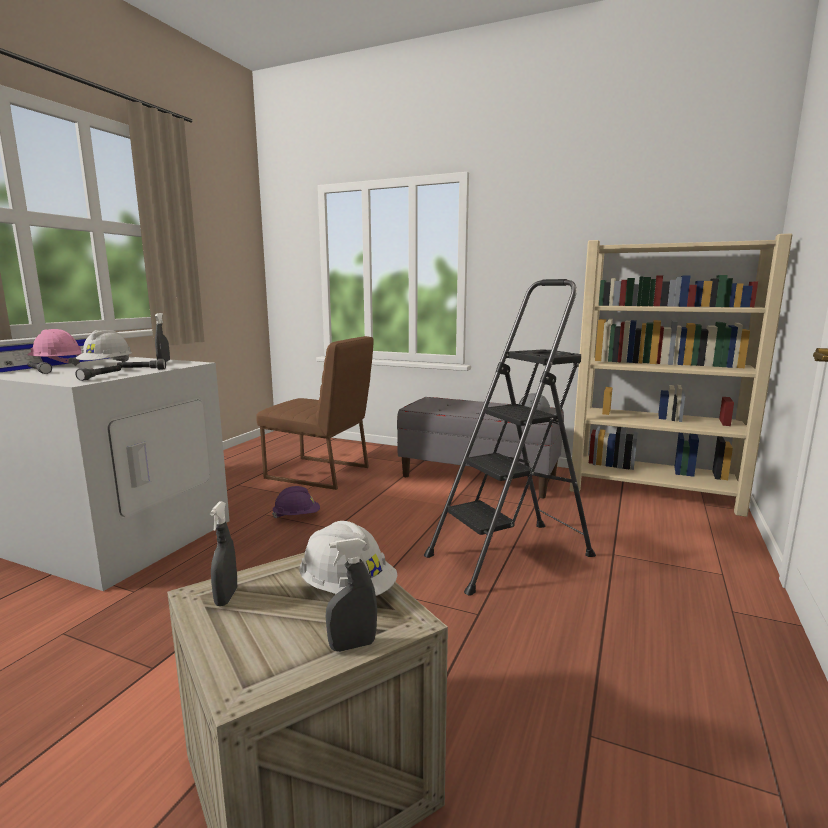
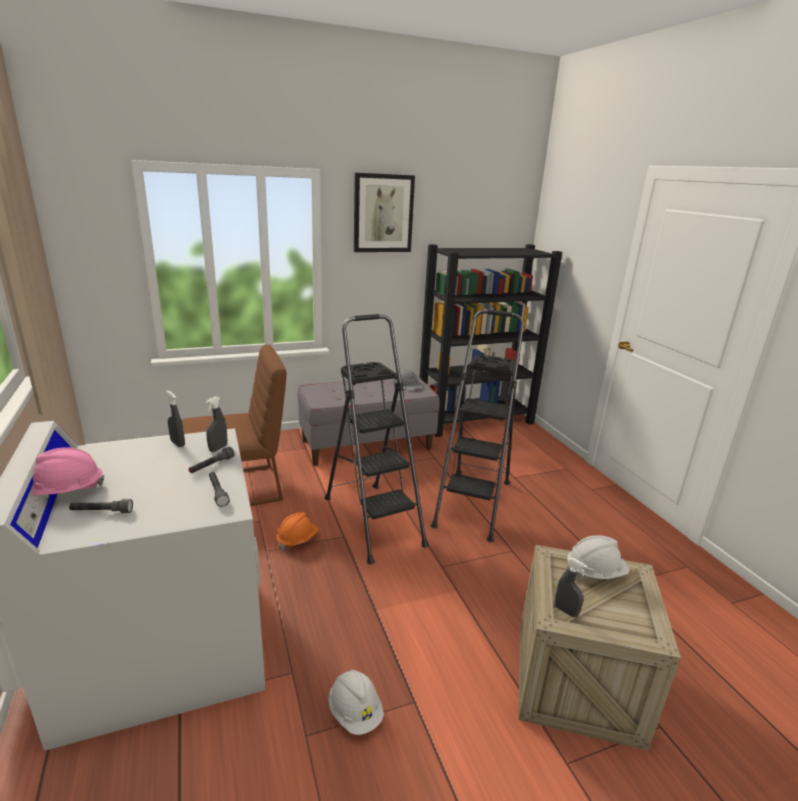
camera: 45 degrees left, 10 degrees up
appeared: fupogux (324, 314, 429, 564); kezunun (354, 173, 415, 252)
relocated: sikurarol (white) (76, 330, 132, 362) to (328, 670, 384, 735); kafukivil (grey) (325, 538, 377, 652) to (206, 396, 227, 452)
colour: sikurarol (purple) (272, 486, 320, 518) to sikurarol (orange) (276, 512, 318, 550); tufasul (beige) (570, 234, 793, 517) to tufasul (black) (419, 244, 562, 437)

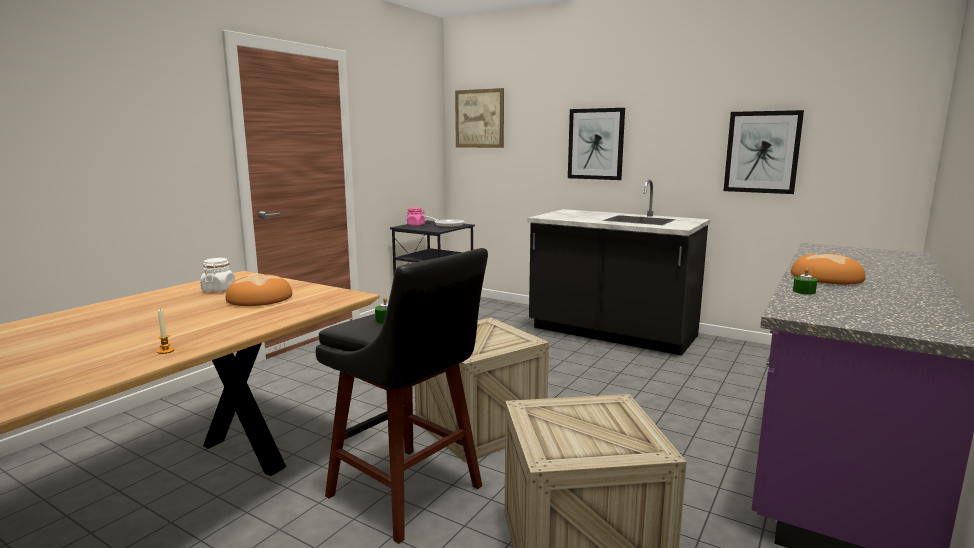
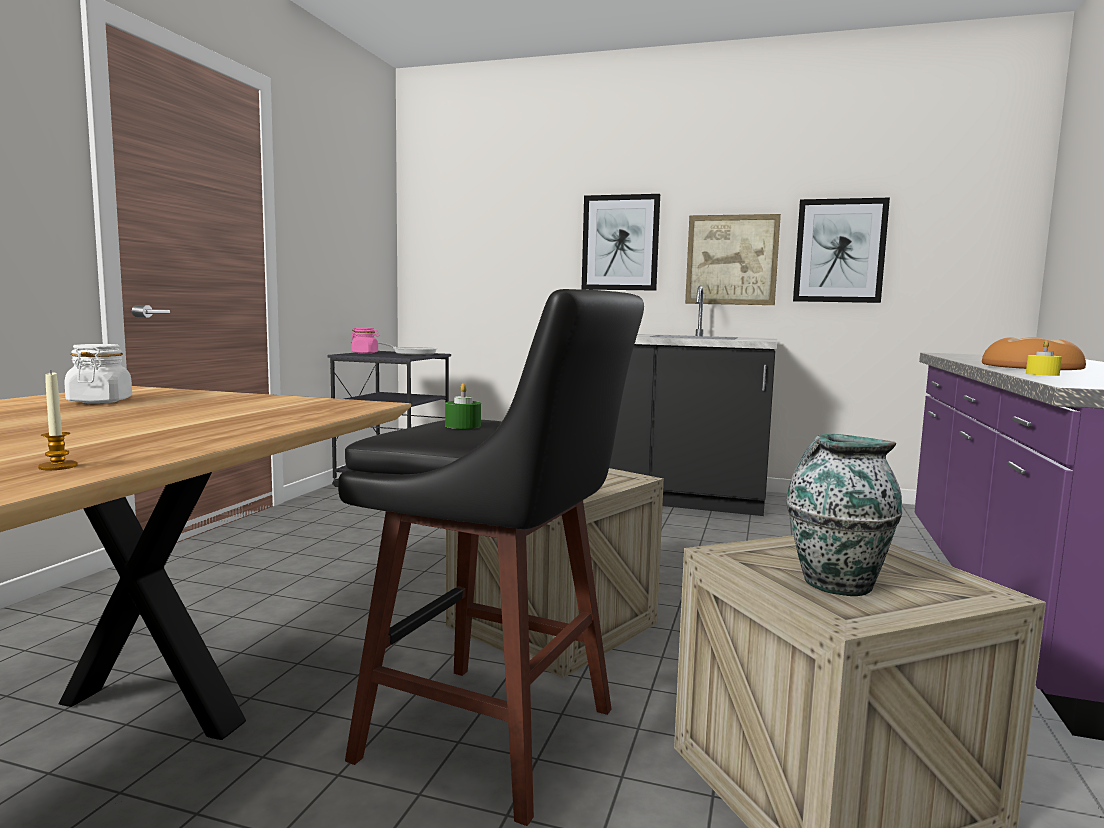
camera: 15 degrees left, 5 degrees down
missing: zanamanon (226, 274, 292, 306)
appeared: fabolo (786, 434, 903, 596)
relocated: kezunun (455, 88, 504, 148) to (685, 214, 781, 305)
colour: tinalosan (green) (793, 268, 817, 295) to tinalosan (yellow) (1026, 340, 1062, 376)

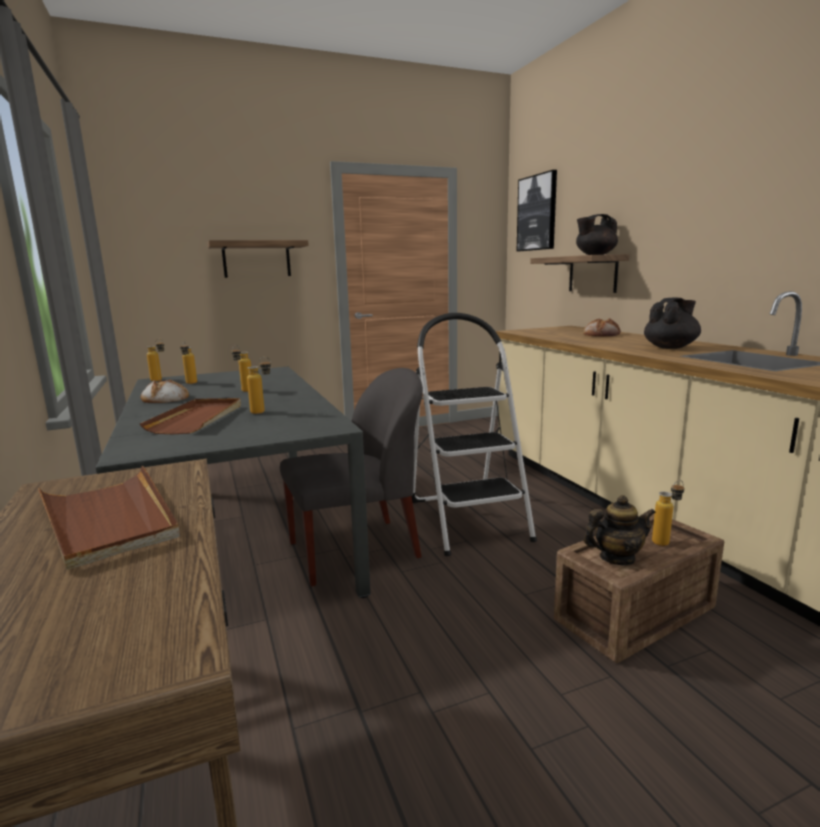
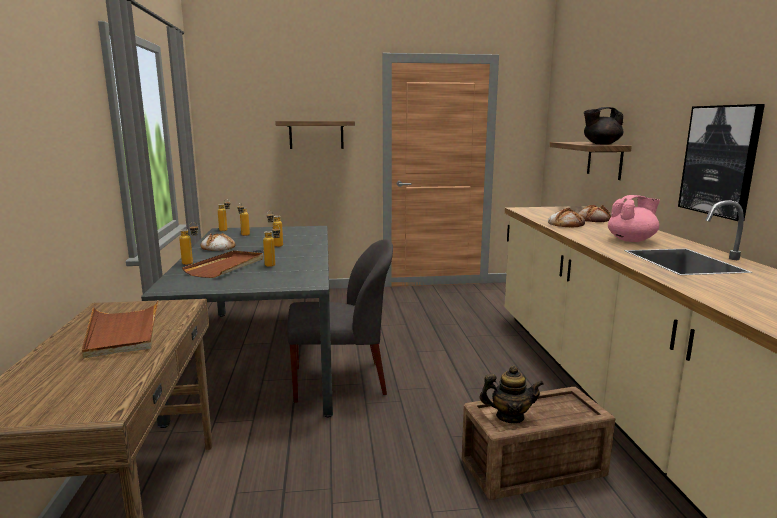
camera: 15 degrees right, 0 degrees up
missing: fupogux (412, 313, 537, 556)
appeared: zanamanon (548, 208, 585, 227)
relocated: kezunun (517, 170, 557, 251) to (678, 104, 765, 221); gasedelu (652, 480, 684, 546) to (179, 222, 198, 265)
colour: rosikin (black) (644, 298, 701, 349) to rosikin (pink) (608, 195, 660, 242)

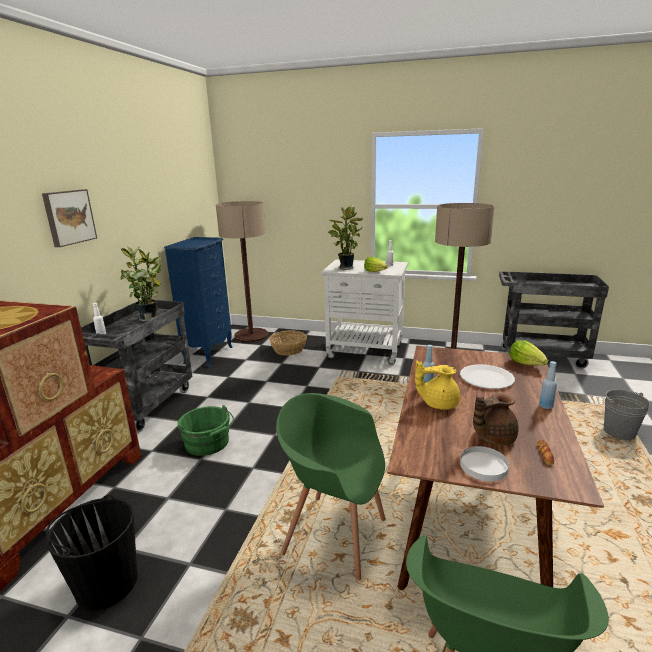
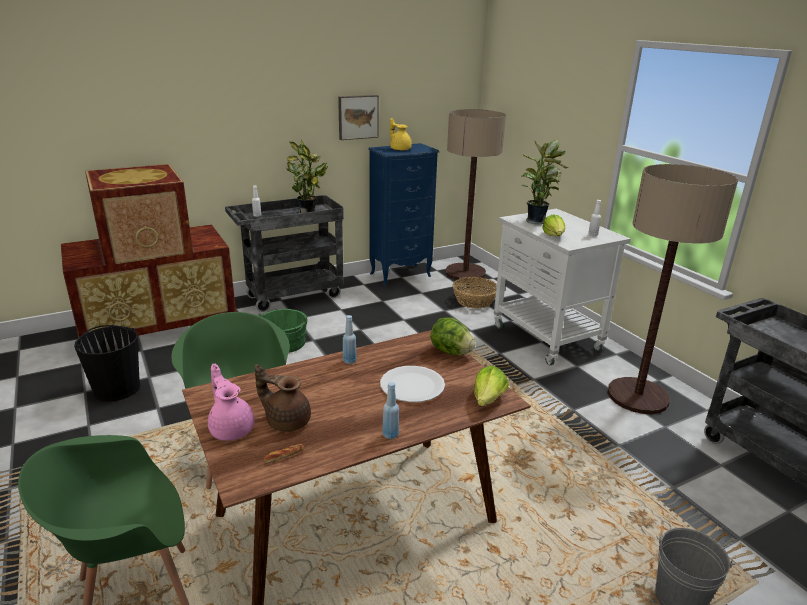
camera: 45 degrees right, 5 degrees up
appeared: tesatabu (430, 317, 476, 356)
relocated: kezunun (42, 189, 97, 247) to (338, 95, 379, 140); rosikin (yellow) (415, 360, 460, 410) to (390, 118, 412, 151)
exchanged: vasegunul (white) (460, 446, 509, 481) to rosikin (pink) (208, 364, 255, 441)

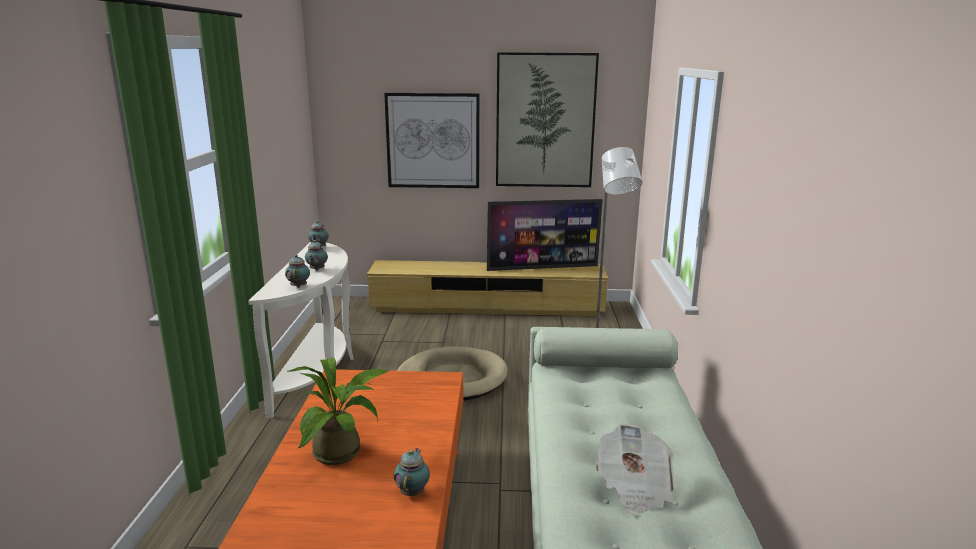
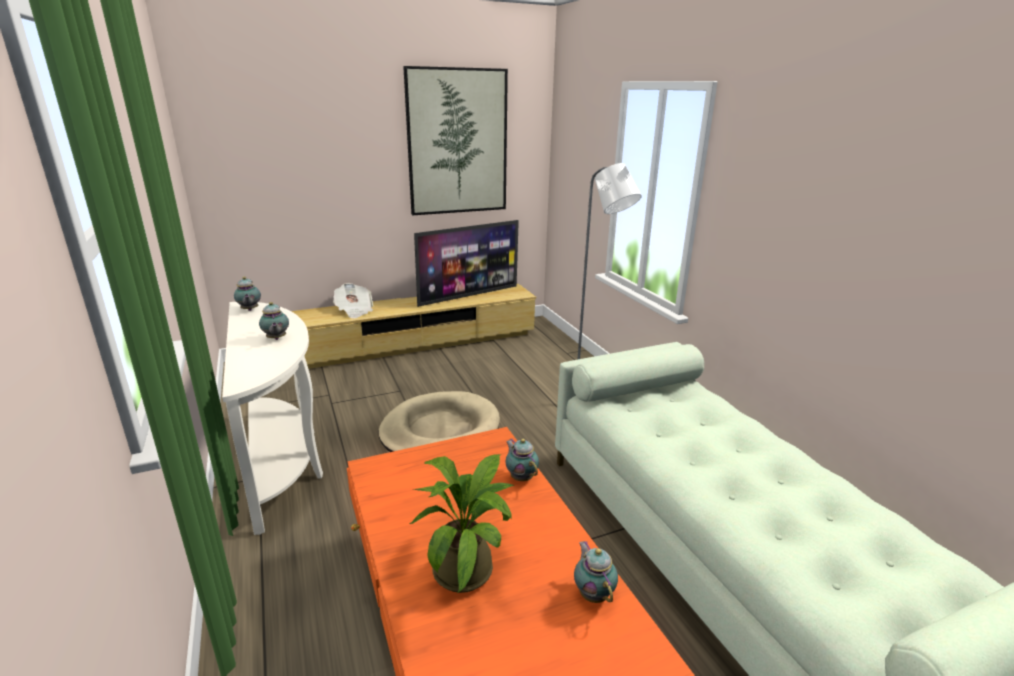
camera: 25 degrees left, 5 degrees up
missing: kezunun (384, 93, 480, 188)
relocated: rosikin (285, 255, 310, 288) to (506, 439, 539, 481); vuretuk (596, 423, 675, 515) to (333, 283, 373, 319)

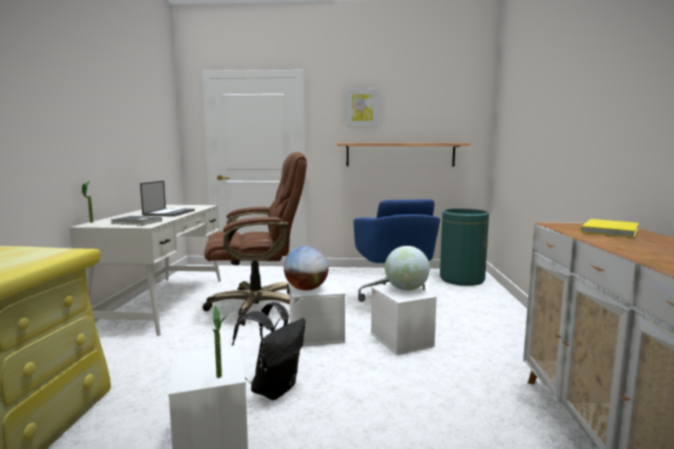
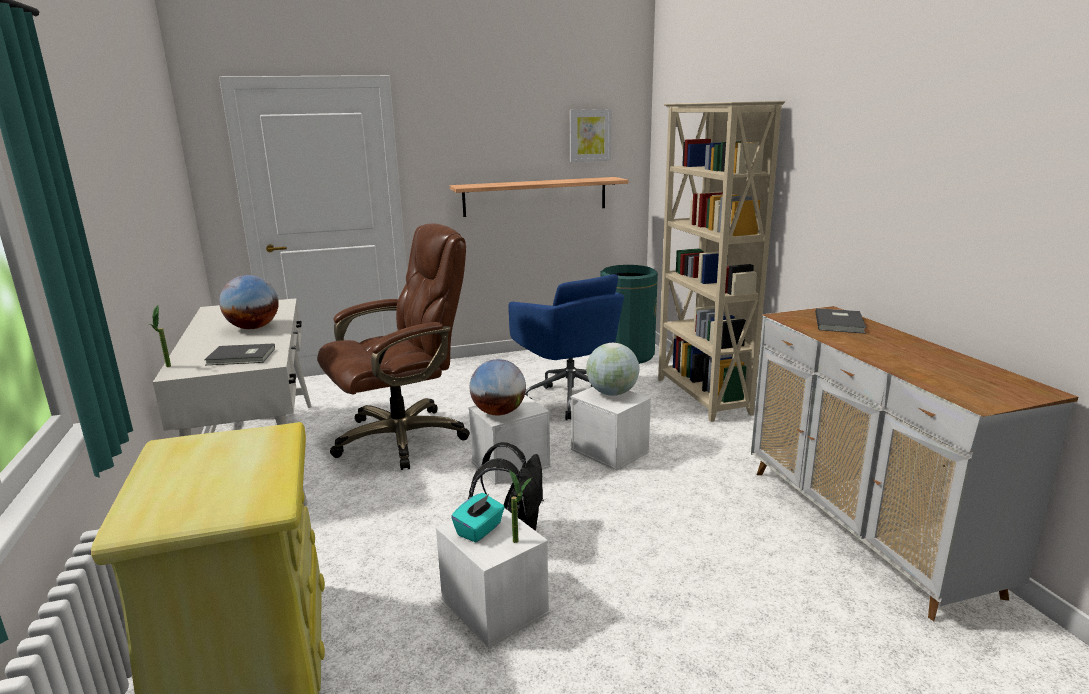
camera: 20 degrees left, 10 degrees up
appeared: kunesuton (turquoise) (451, 493, 505, 542); tufasul (beige) (658, 101, 785, 422)
relocated: kezunun (347, 89, 379, 127) to (570, 109, 612, 162)
exchanged: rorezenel (140, 181, 195, 217) to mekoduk (219, 275, 279, 329)
colour: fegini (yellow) (580, 219, 639, 238) to fegini (grey) (815, 308, 866, 334)

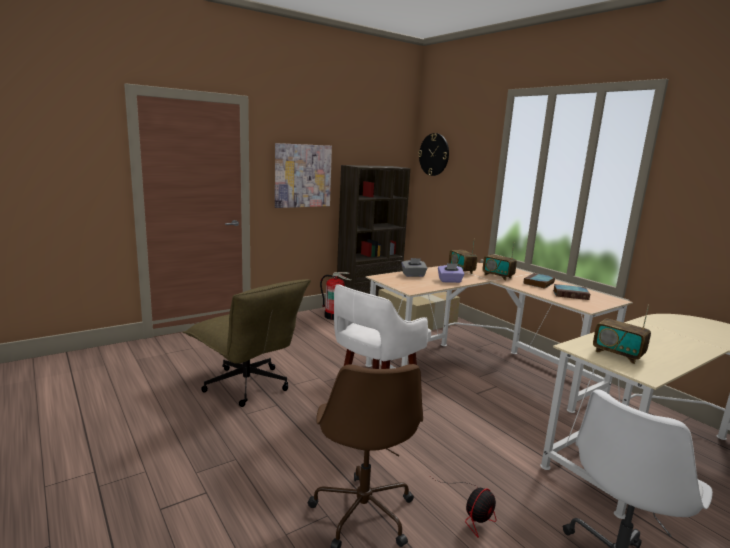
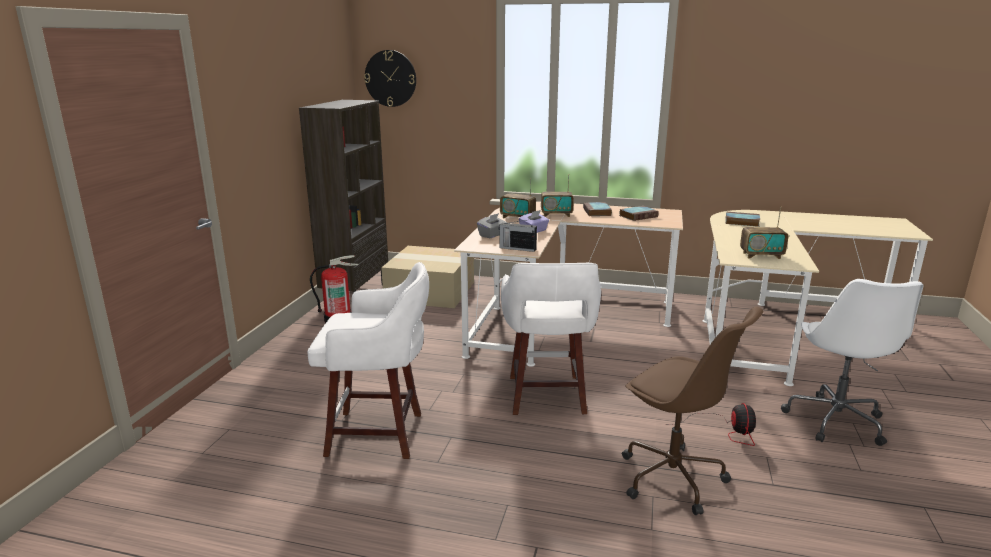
camera: 40 degrees left, 5 degrees up
missing: kezunun (275, 143, 332, 208)
appeared: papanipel (499, 219, 537, 252); fegini (725, 212, 760, 227)
exchanged: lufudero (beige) (183, 279, 311, 407) to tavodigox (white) (308, 262, 429, 459)

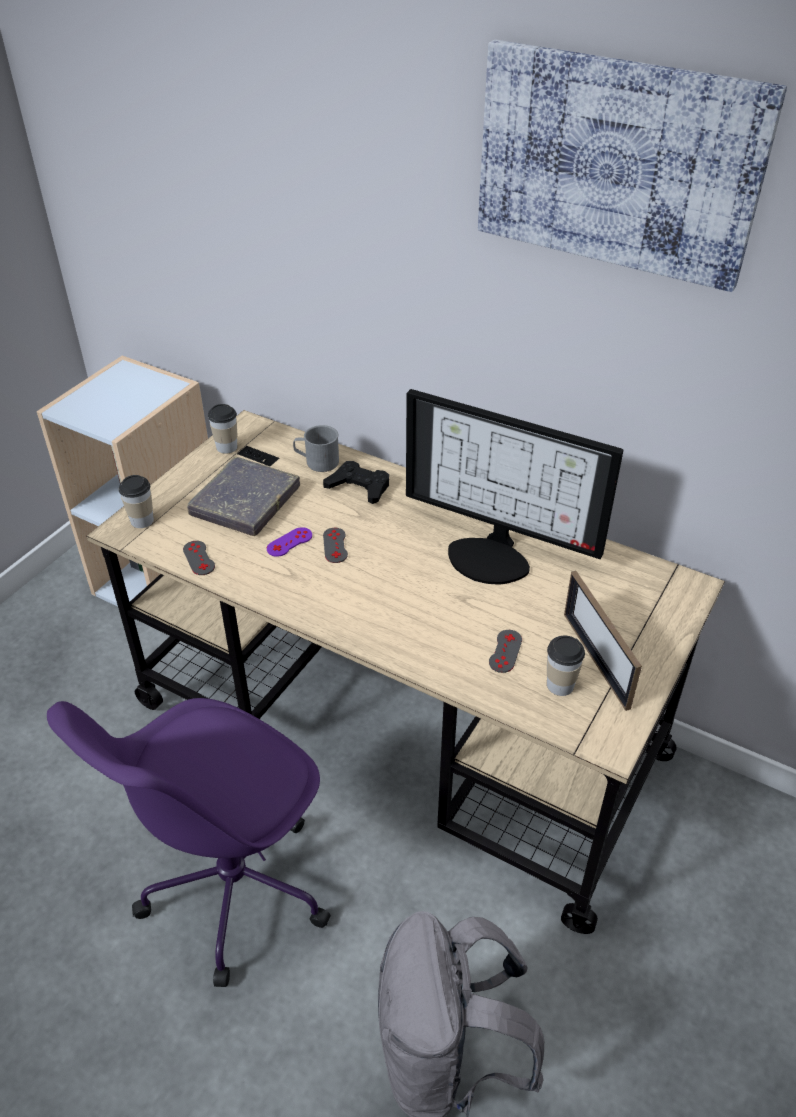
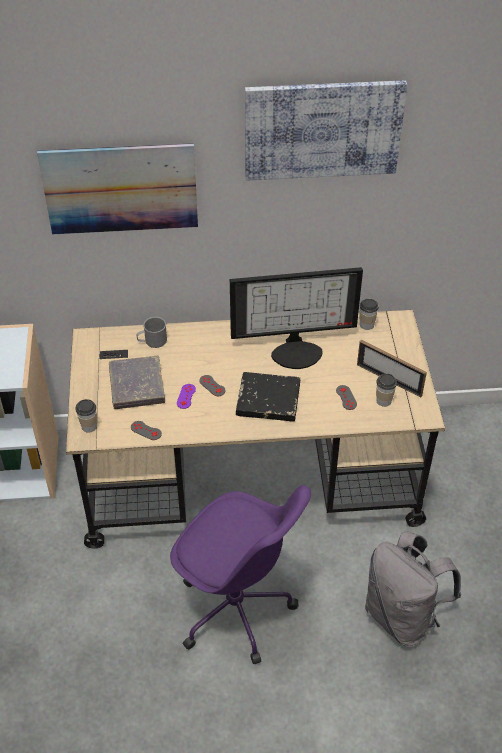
camera: 35 degrees left, 5 degrees up
missing: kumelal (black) (323, 461, 389, 504)
appeared: kezunun (37, 143, 198, 234); fegini (black) (236, 372, 300, 422)
relocated: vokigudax (208, 404, 237, 454) to (360, 299, 379, 330)
spun: lufudero (purple) (47, 698, 331, 987) = (170, 485, 311, 664) 60 degrees counterclockwise

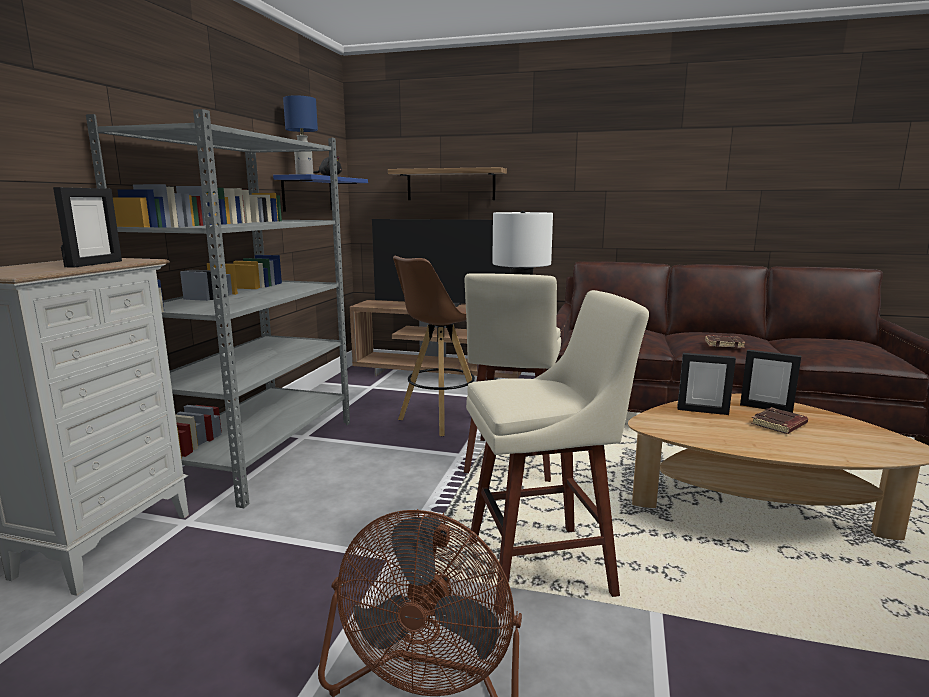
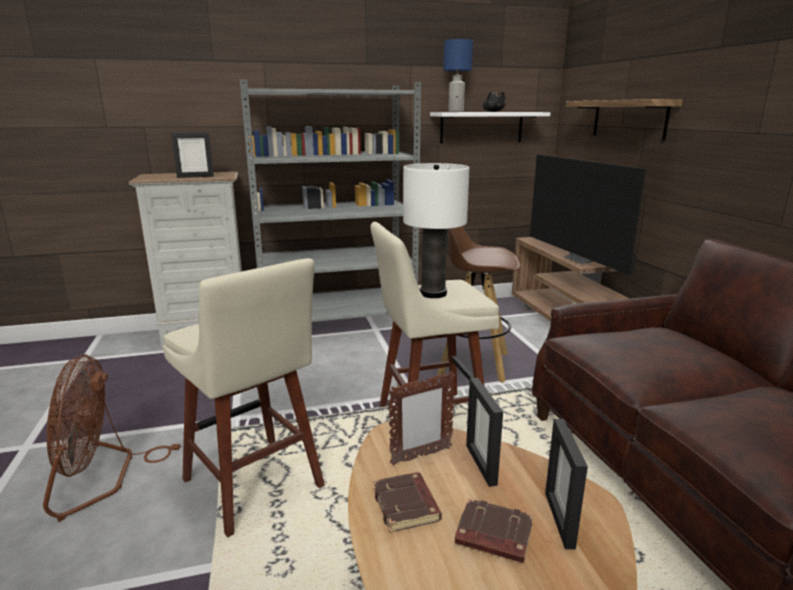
camera: 60 degrees right, 5 degrees up
appeared: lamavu (388, 372, 455, 465)
relocated: fegini (brown) (705, 335, 745, 348) to (373, 472, 442, 533)
colour: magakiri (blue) (273, 174, 368, 211) to magakiri (white) (430, 112, 550, 144)

